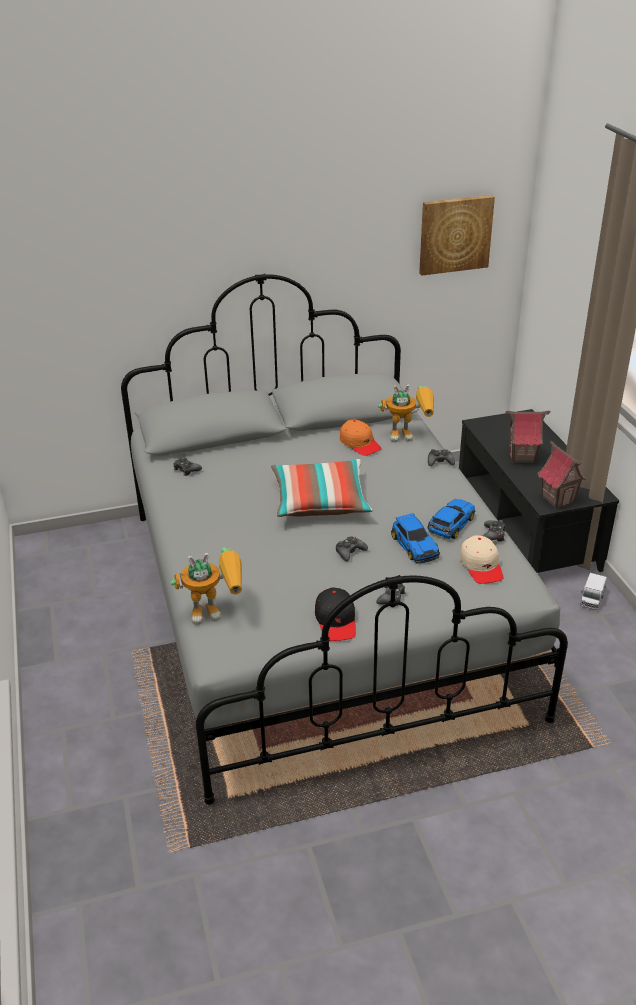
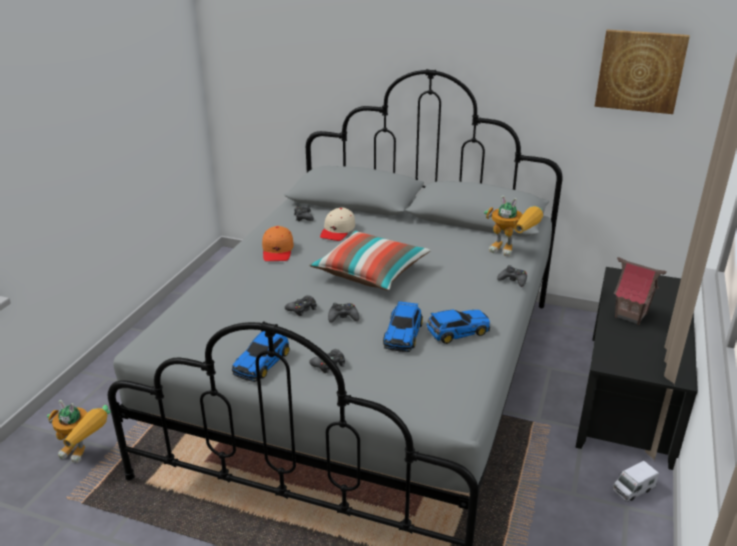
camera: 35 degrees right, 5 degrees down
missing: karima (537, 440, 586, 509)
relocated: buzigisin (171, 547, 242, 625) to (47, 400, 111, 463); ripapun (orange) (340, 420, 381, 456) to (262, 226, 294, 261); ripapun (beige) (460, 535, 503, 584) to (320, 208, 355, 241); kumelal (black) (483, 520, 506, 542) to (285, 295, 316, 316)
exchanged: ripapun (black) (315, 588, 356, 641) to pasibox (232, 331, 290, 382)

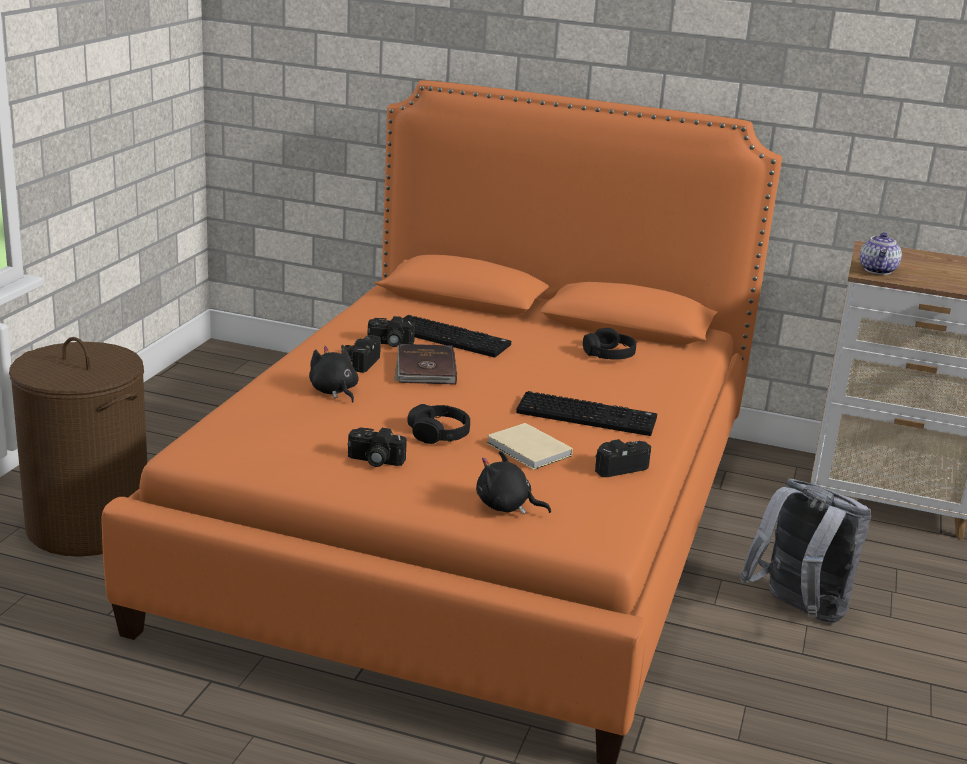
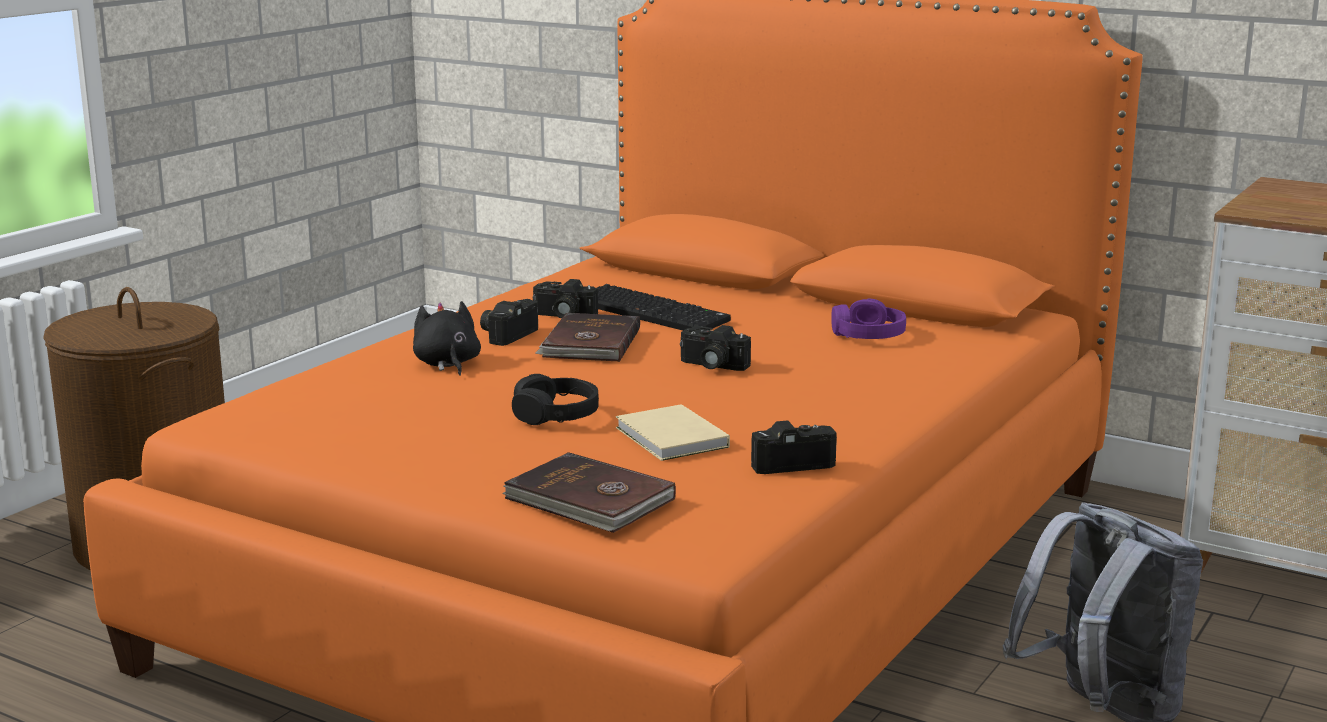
camera: 15 degrees right, 5 degrees down
missing: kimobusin (516, 391, 657, 436); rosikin (860, 233, 902, 275)
relocated: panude (348, 427, 407, 467) to (680, 325, 751, 371)
exchanged: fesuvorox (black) (476, 451, 551, 514) to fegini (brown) (502, 452, 676, 533)
colour: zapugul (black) (583, 328, 636, 360) to zapugul (purple) (831, 298, 906, 339)

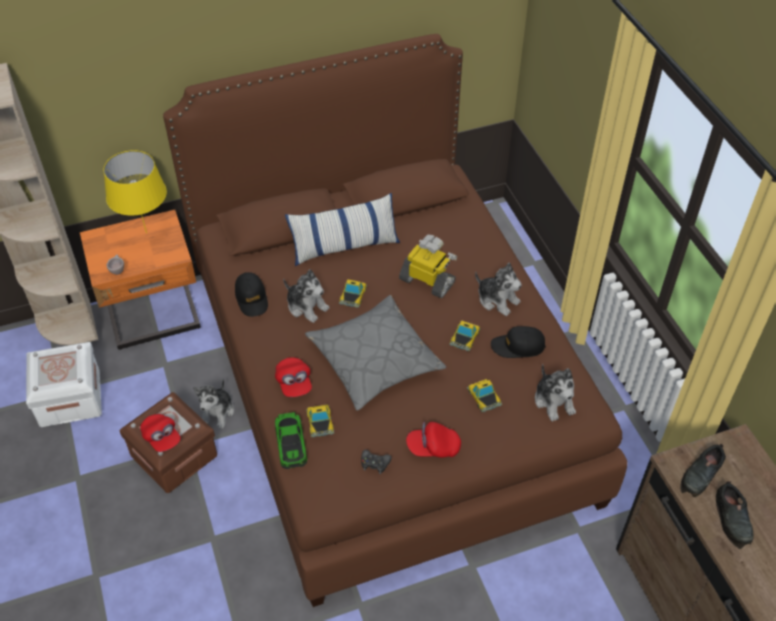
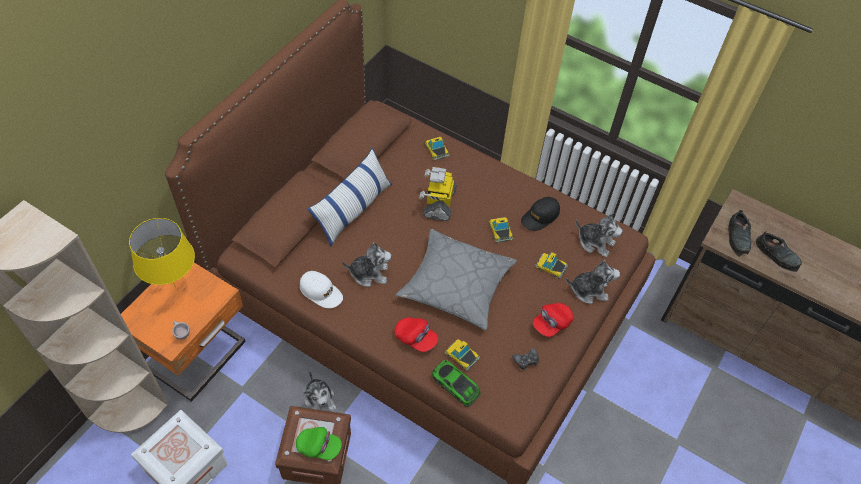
camera: 40 degrees left, 5 degrees up
relocated: pasibox (339, 279, 367, 308) to (425, 137, 450, 160); fesuvorox (475, 263, 522, 316) to (566, 260, 620, 304)
colour: ripapun (red) (140, 414, 181, 452) to ripapun (green) (296, 427, 342, 460); ripapun (black) (235, 272, 268, 317) to ripapun (white) (300, 271, 343, 308)
spun: buzigisin (399, 235, 457, 298) = (419, 167, 457, 221) 75 degrees counterclockwise

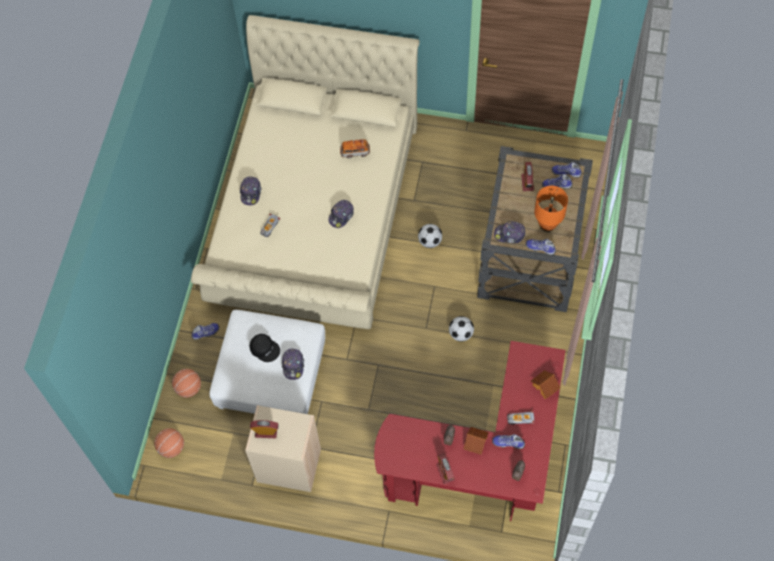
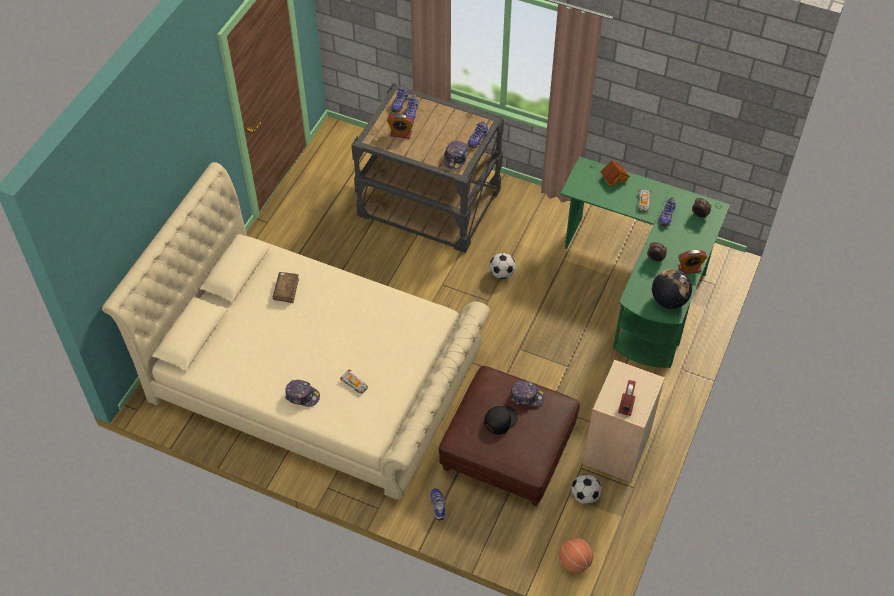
camera: 80 degrees left, 10 degrees down
missing: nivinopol (172, 369, 201, 398); ripapun (328, 200, 354, 228); karima (463, 427, 489, 455); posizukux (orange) (534, 186, 568, 232)
appeared: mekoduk (652, 269, 692, 309)
relocated: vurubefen (418, 224, 442, 248) to (571, 474, 601, 504)
exchanged: pasibox (340, 139, 370, 158) to fegini (brown) (273, 272, 299, 303)
colour: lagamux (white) (209, 310, 325, 414) to lagamux (brown) (439, 366, 580, 506); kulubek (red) (374, 341, 566, 521) to kulubek (green) (560, 156, 730, 368)

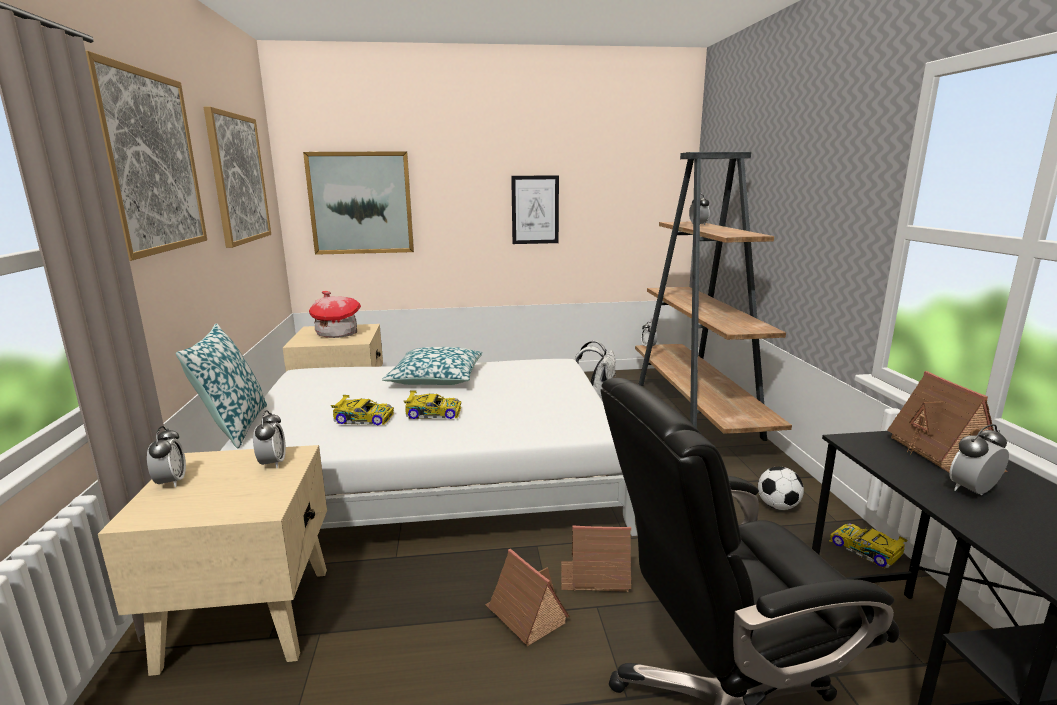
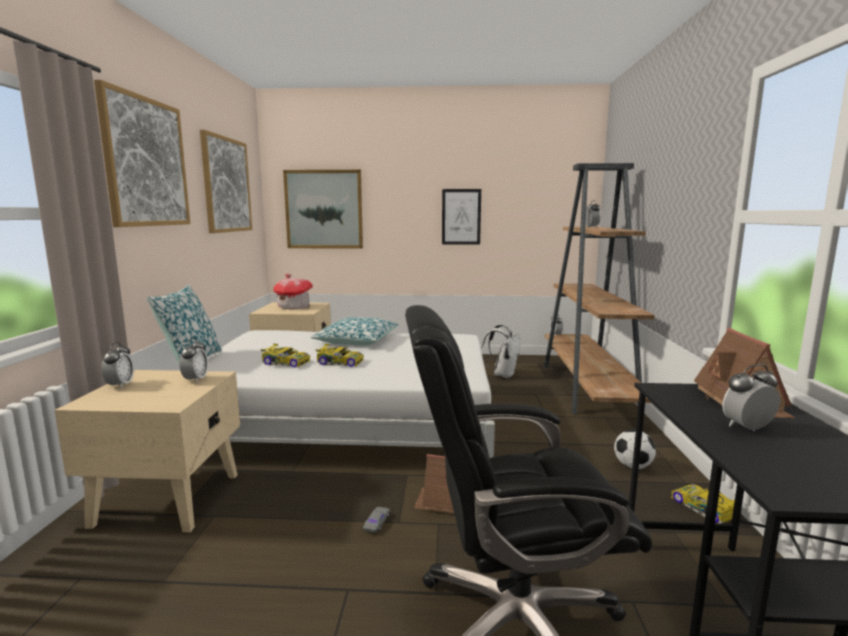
camera: 10 degrees right, 5 degrees down
exchanged: karima (485, 549, 570, 647) to pasibox (grey) (363, 507, 390, 532)

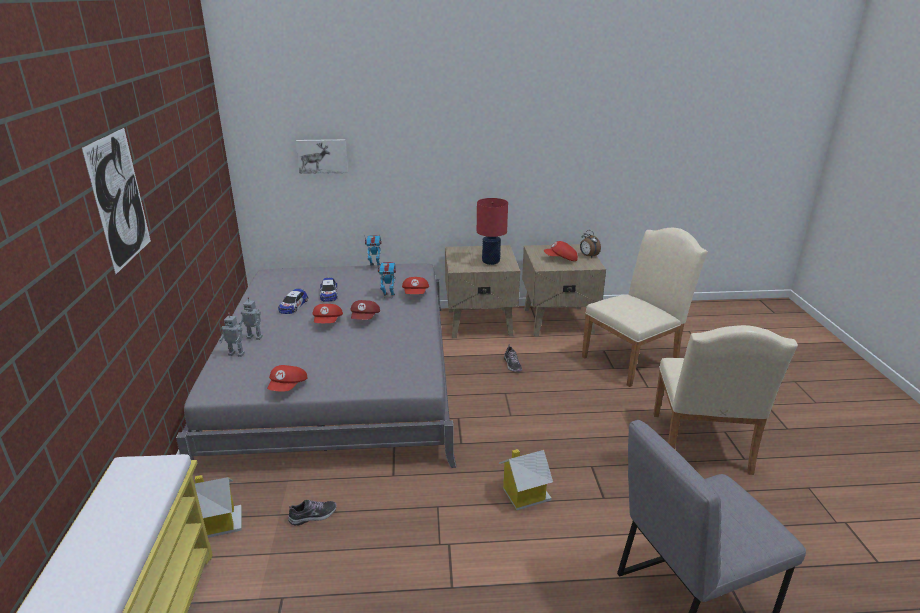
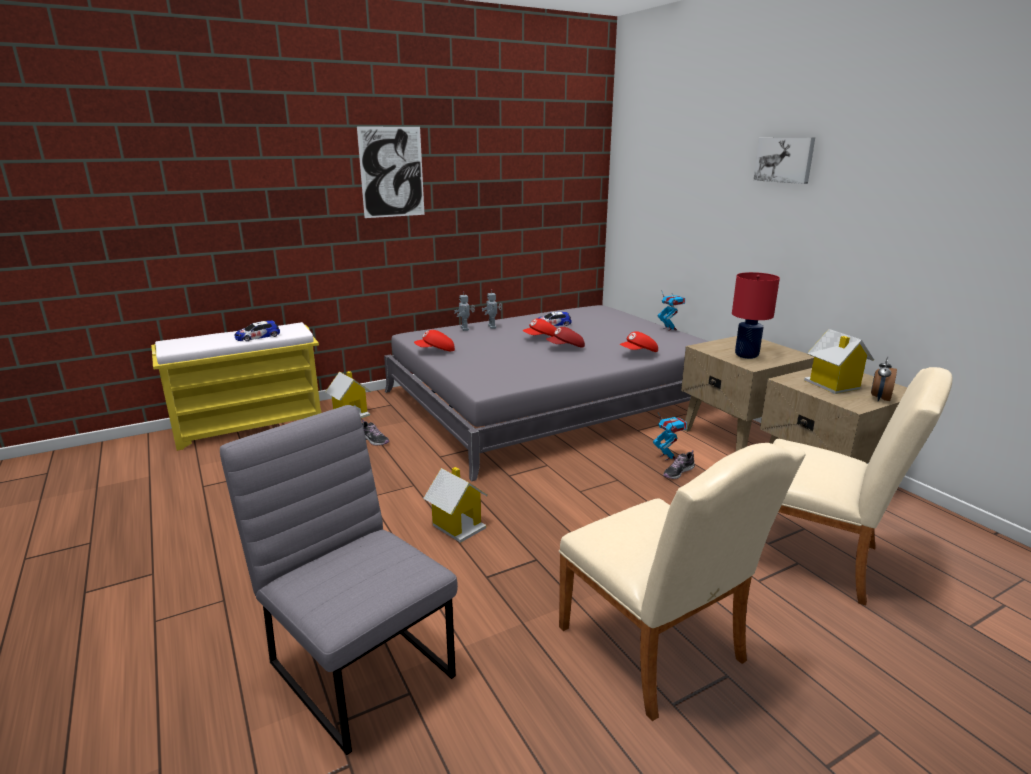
camera: 65 degrees right, 5 degrees down
relocated: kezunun (296, 139, 348, 174) to (754, 137, 815, 184); pasibox (319, 278, 338, 302) to (235, 321, 280, 341); buzigisin (377, 262, 396, 298) to (653, 413, 687, 461)
exchanged: ripapun (red) (544, 241, 578, 261) to karima (804, 329, 874, 394)
spun: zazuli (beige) (654, 325, 798, 475) = (559, 443, 806, 721) 105 degrees counterclockwise

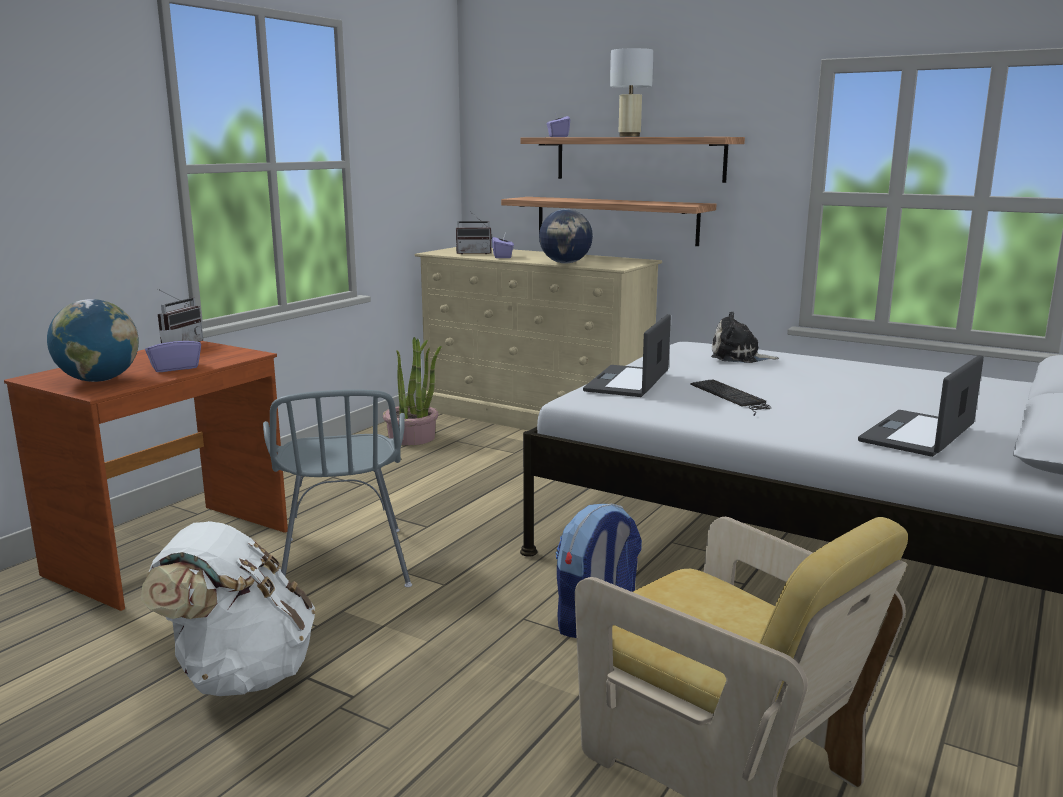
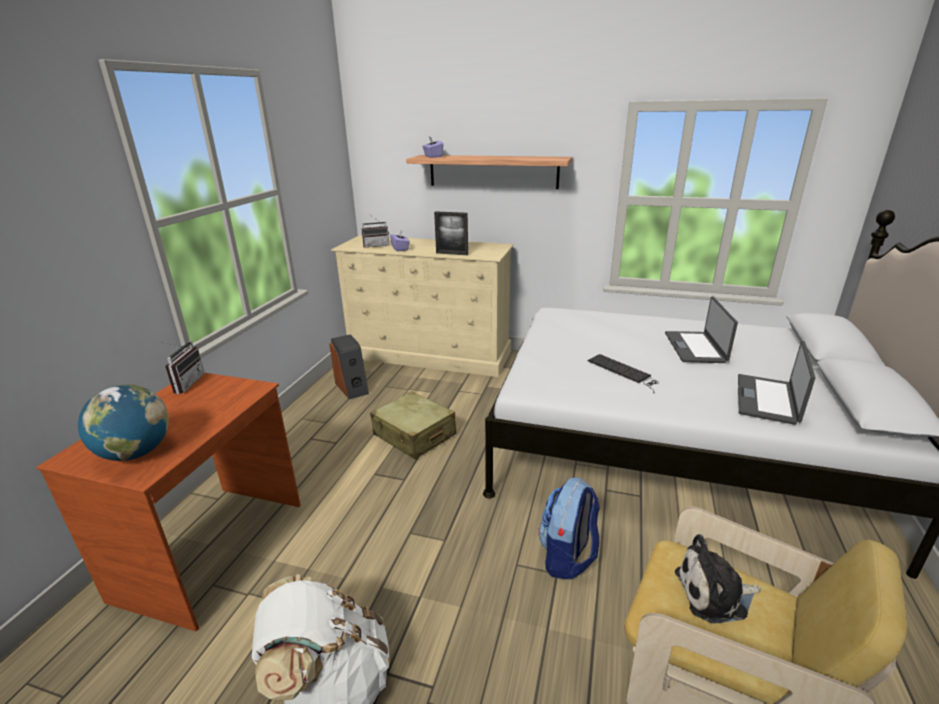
camera: 15 degrees left, 10 degrees up
missing: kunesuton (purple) (145, 328, 201, 372); zazuli (grey) (263, 390, 412, 587); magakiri (501, 197, 717, 246); posizukux (white) (610, 48, 653, 137)
appeared: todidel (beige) (370, 391, 456, 459)
relocated: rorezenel (583, 314, 671, 397) to (665, 296, 738, 363); fesuvorox (711, 311, 779, 363) to (675, 534, 761, 624)
exchanged: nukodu (383, 337, 441, 445) to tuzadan (329, 334, 369, 400); mekoduk (539, 209, 593, 264) to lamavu (434, 211, 468, 255)

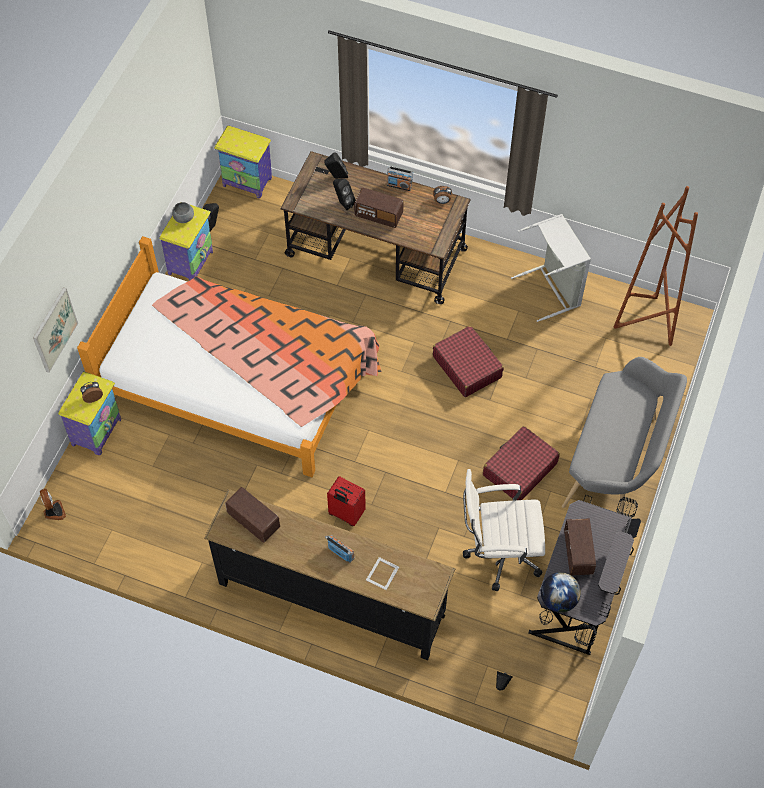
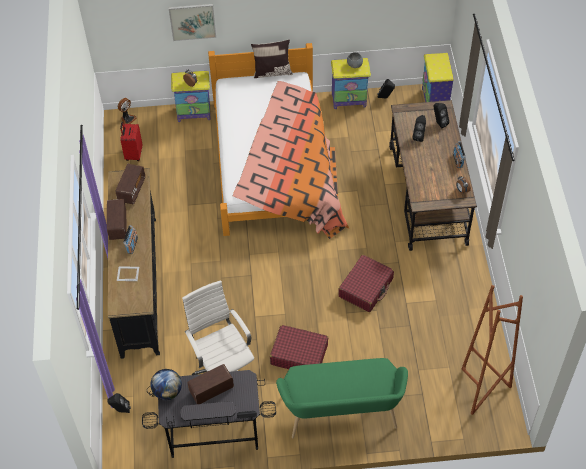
camera: 65 degrees right, 5 degrees down
missing: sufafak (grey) (511, 214, 591, 322)
appeared: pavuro (251, 40, 293, 78)
relocated: todidel (red) (327, 476, 366, 526) to (120, 122, 142, 161); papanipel (354, 188, 403, 228) to (107, 199, 127, 240)
colour: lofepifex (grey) (562, 357, 687, 514) to lofepifex (green) (276, 358, 408, 438)

